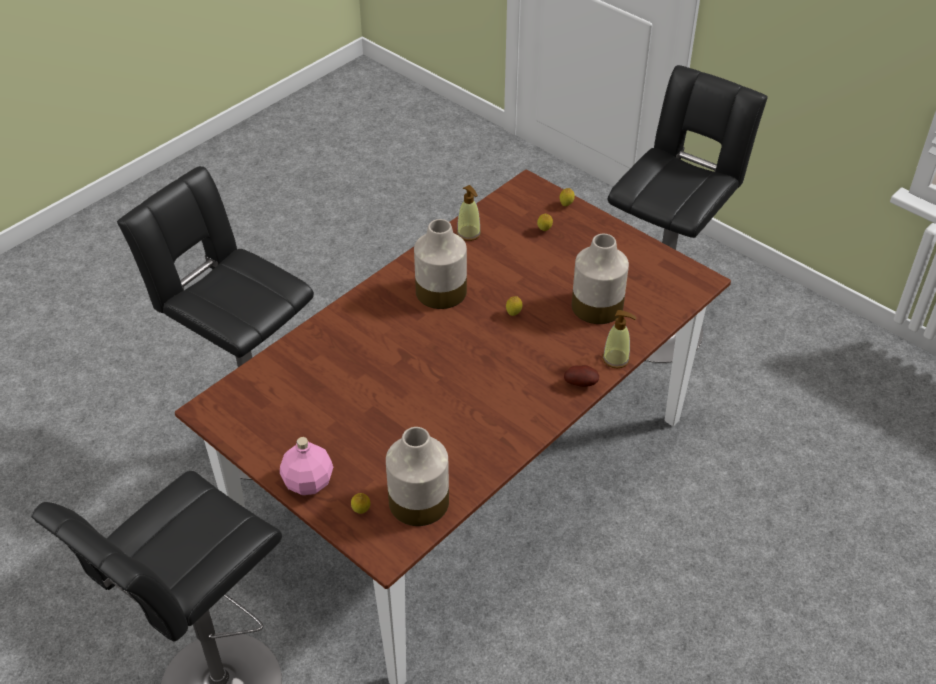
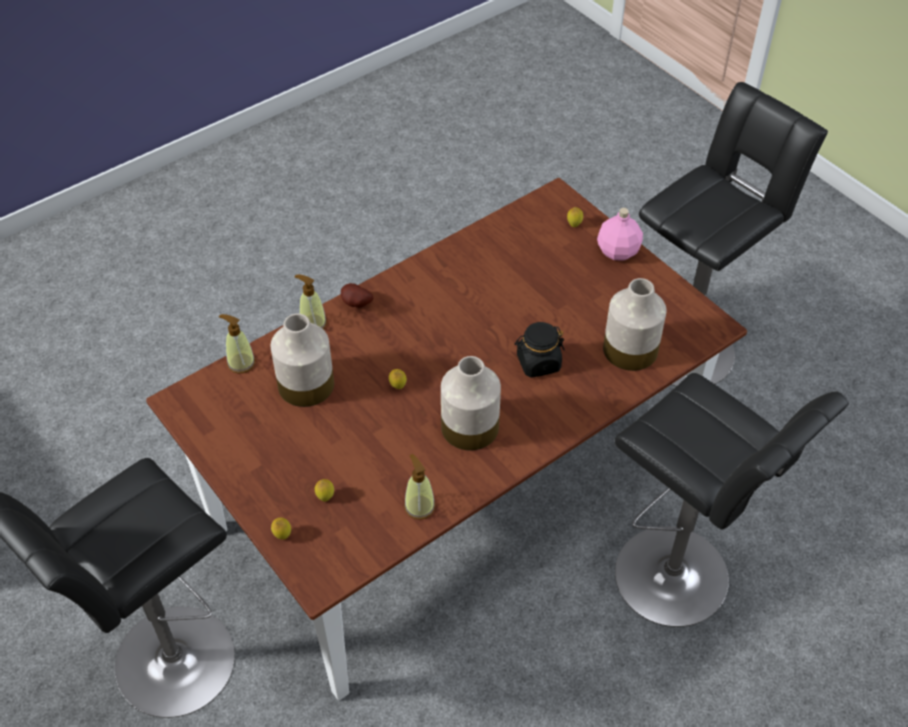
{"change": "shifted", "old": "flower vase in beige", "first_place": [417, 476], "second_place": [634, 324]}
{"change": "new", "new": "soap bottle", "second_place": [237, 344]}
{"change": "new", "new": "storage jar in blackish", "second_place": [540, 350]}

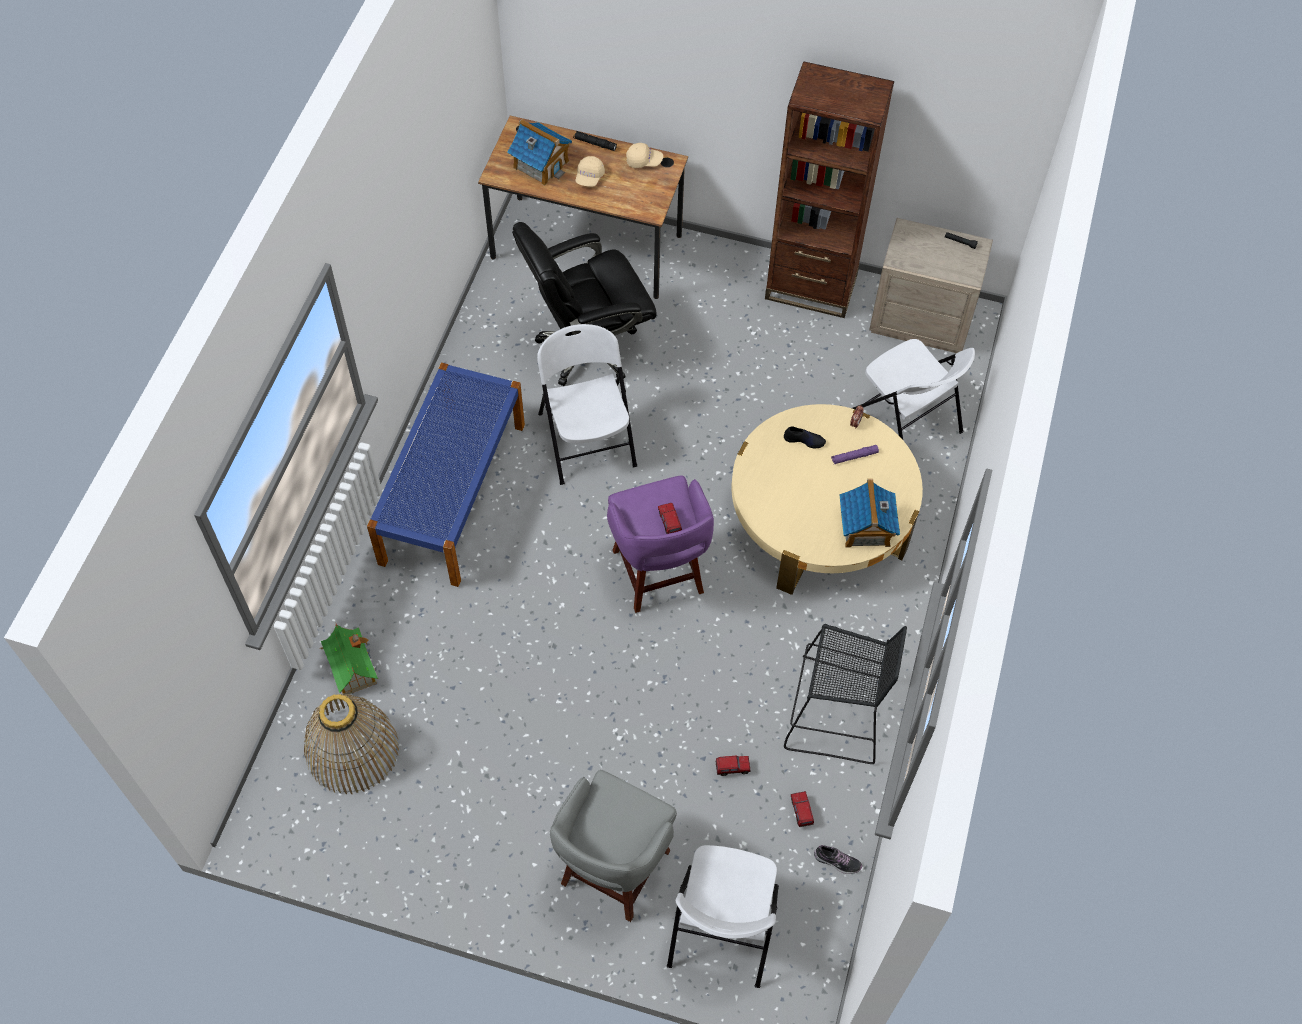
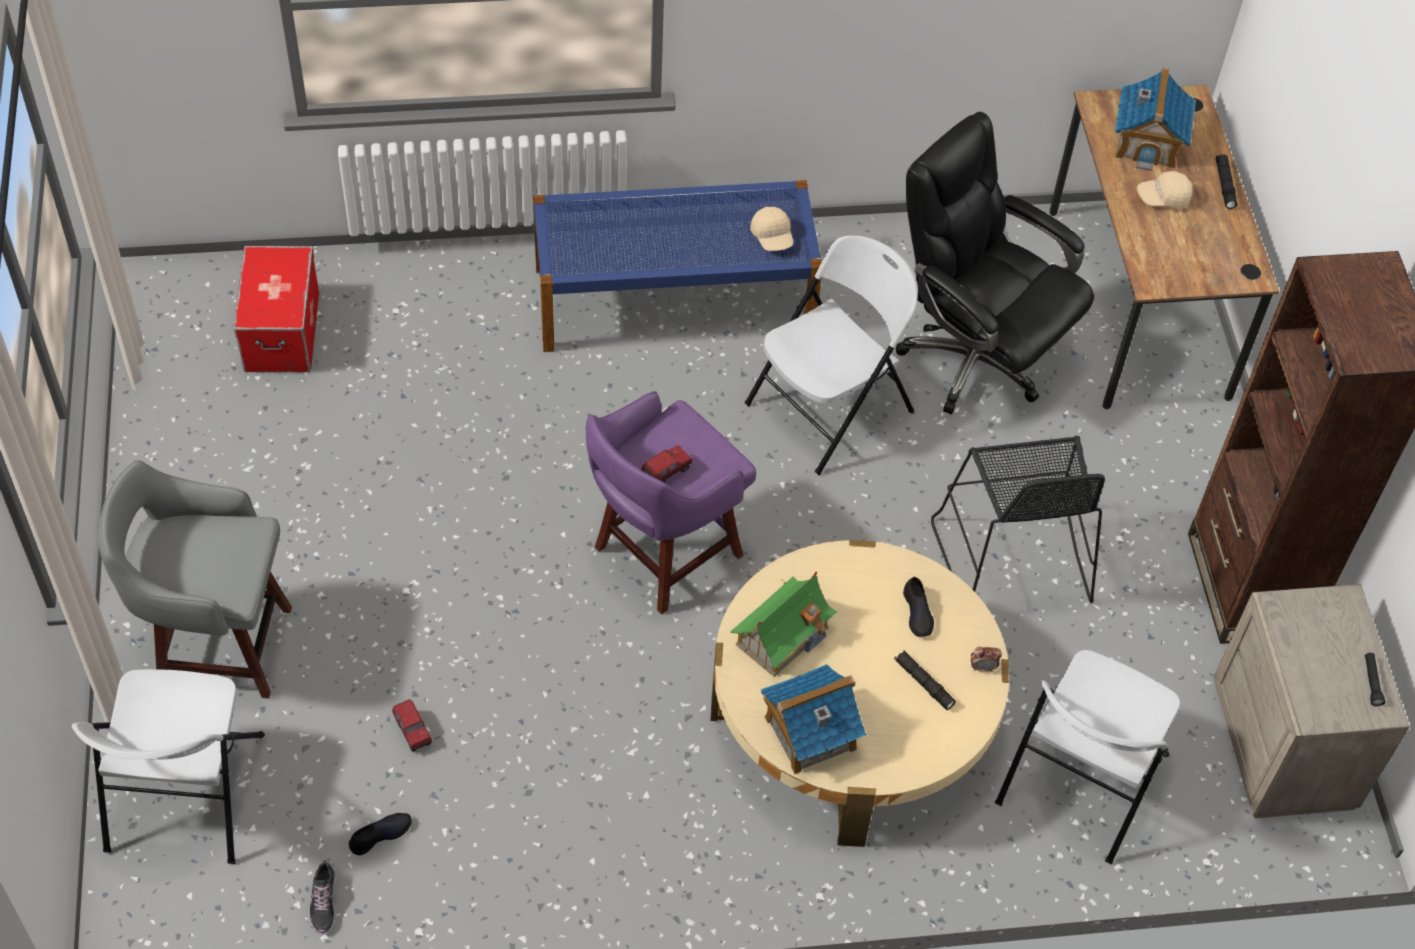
{"change": "swapped", "old": "household basket", "new": "storage bin", "first_place": [351, 744], "second_place": [276, 309]}
{"change": "shifted", "old": "miniature house", "first_place": [348, 659], "second_place": [783, 624]}
{"change": "shifted", "old": "baseball cap in beige", "first_place": [644, 155], "second_place": [771, 229]}
{"change": "rotated", "old": "upright chair in white", "first_place": [723, 916], "second_place": [168, 766], "degrees": -75}
{"change": "shifted", "old": "sitting stool in blackish", "first_place": [845, 694], "second_place": [1018, 519]}
{"change": "swapped", "old": "toy truck", "new": "shoe in blackish", "first_place": [802, 809], "second_place": [380, 834]}
{"change": "repainted", "old": "torch in purple-coloured", "new": "torch in blackish", "first_place": [855, 454], "second_place": [925, 680]}

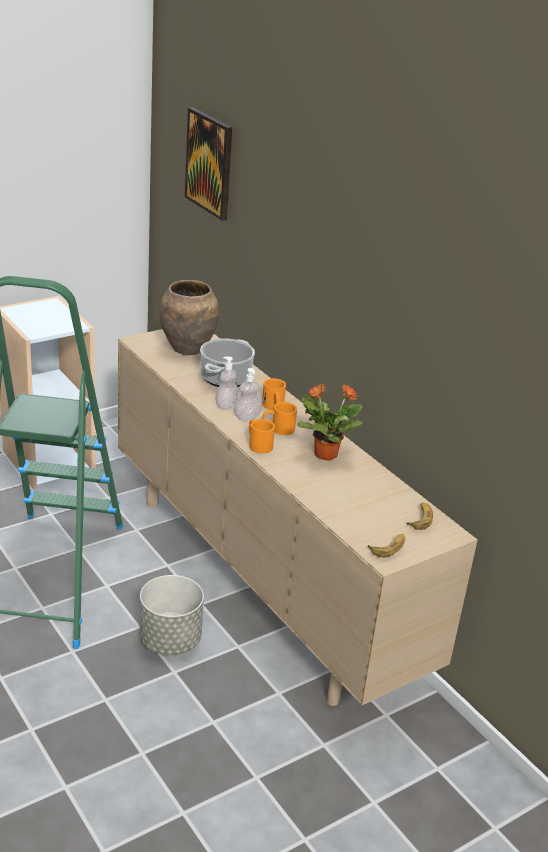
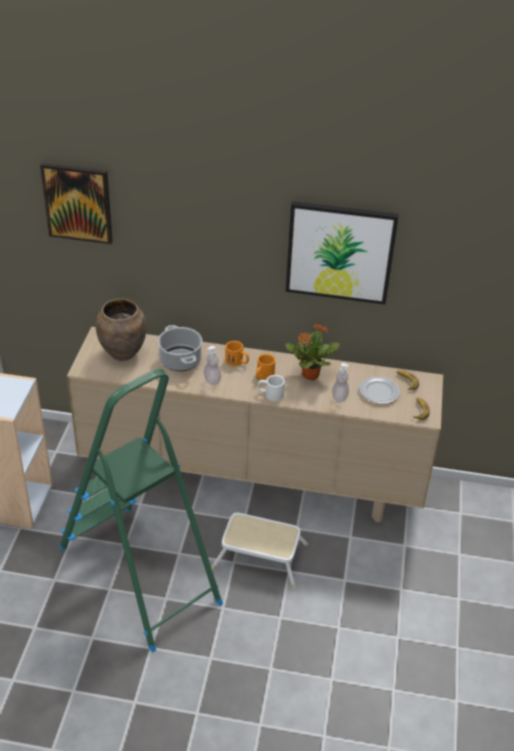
{"change": "swapped", "old": "planter in greyish", "new": "step stool in beige", "first_place": [171, 615], "second_place": [260, 551]}
{"change": "shifted", "old": "soap bottle", "first_place": [247, 394], "second_place": [340, 382]}
{"change": "repainted", "old": "tea mug in orangey", "new": "tea mug in white", "first_place": [262, 436], "second_place": [271, 388]}
{"change": "new", "new": "picture", "second_place": [342, 253]}
{"change": "new", "new": "dinner plate", "second_place": [379, 390]}

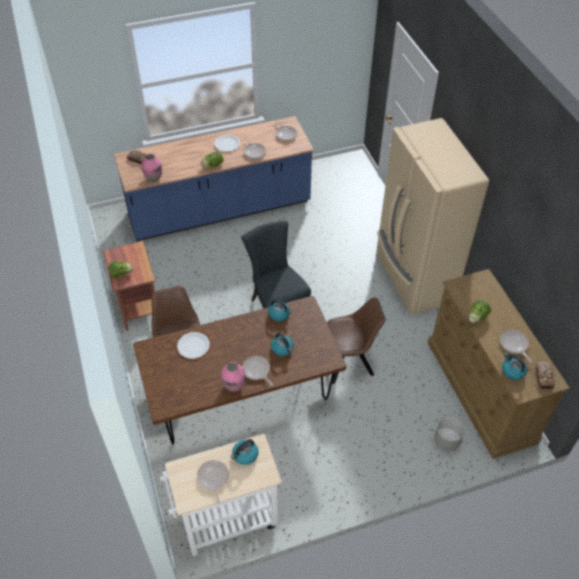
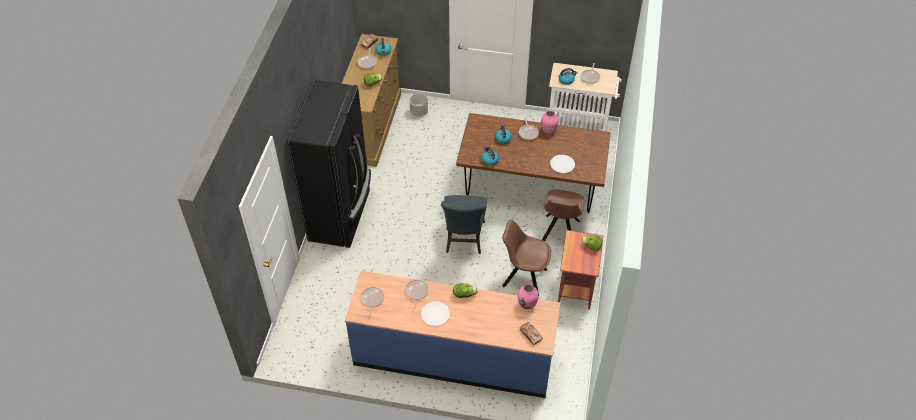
{"change": "shifted", "old": "upright chair in brownish", "first_place": [356, 340], "second_place": [526, 258]}
{"change": "repainted", "old": "refrigerator in beige", "new": "refrigerator in blackish", "first_place": [432, 216], "second_place": [329, 164]}

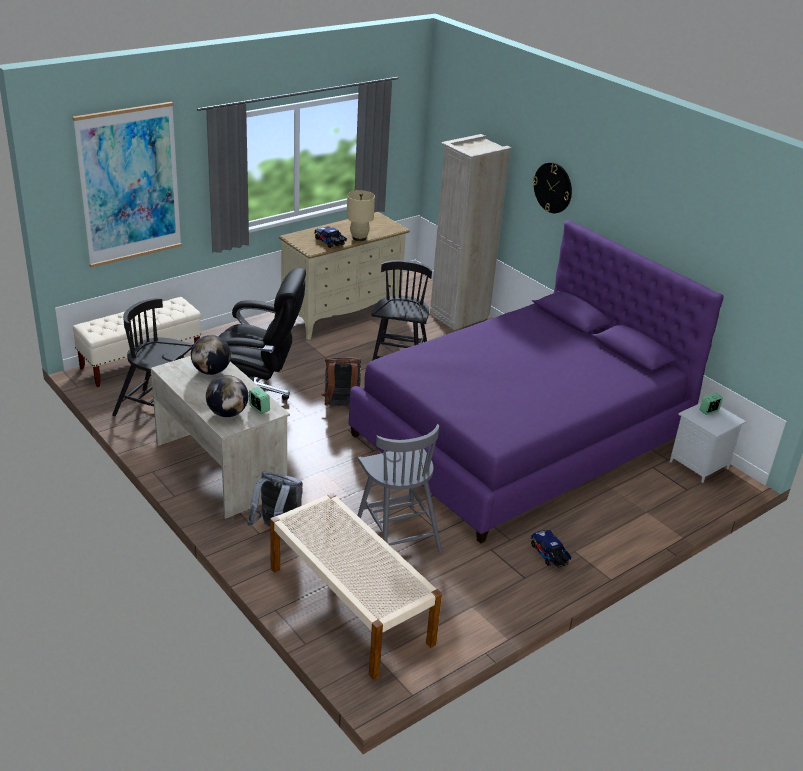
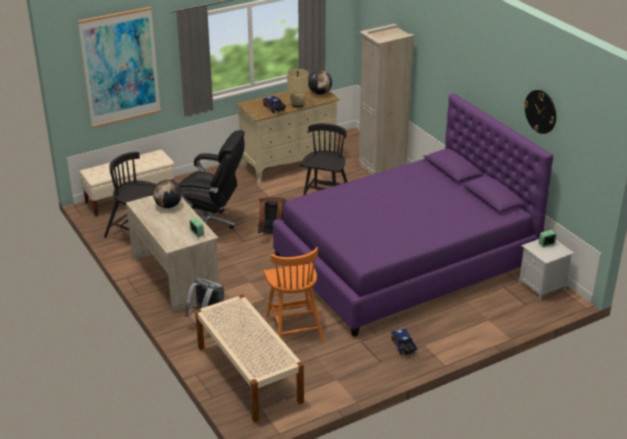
{"change": "shifted", "old": "globe", "first_place": [227, 396], "second_place": [320, 82]}
{"change": "repainted", "old": "upright chair in greyish", "new": "upright chair in orangey", "first_place": [399, 494], "second_place": [293, 294]}
{"change": "shifted", "old": "clock on the wall", "first_place": [552, 187], "second_place": [540, 112]}

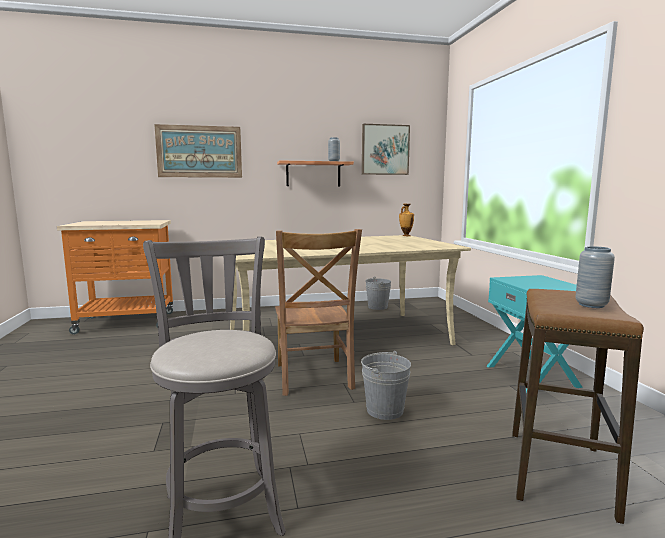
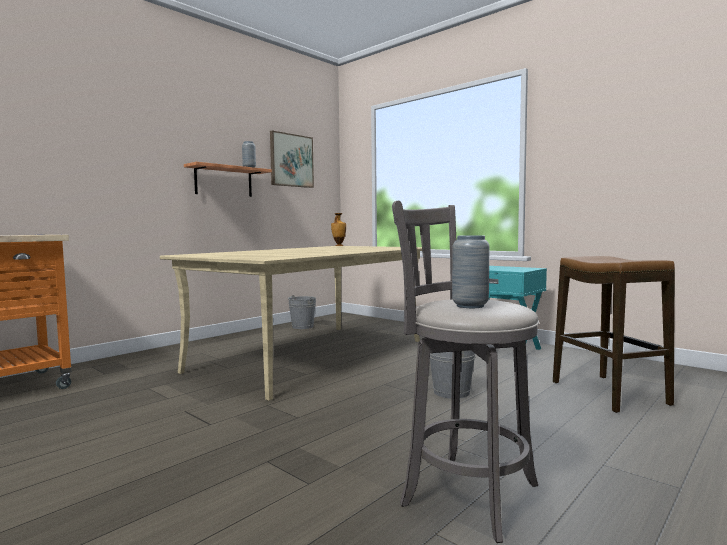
{"change": "gone", "old": "picture", "first_place": [198, 151]}
{"change": "gone", "old": "upright chair in brownish", "first_place": [318, 312]}
{"change": "shifted", "old": "flower vase in greyish", "first_place": [595, 277], "second_place": [470, 271]}

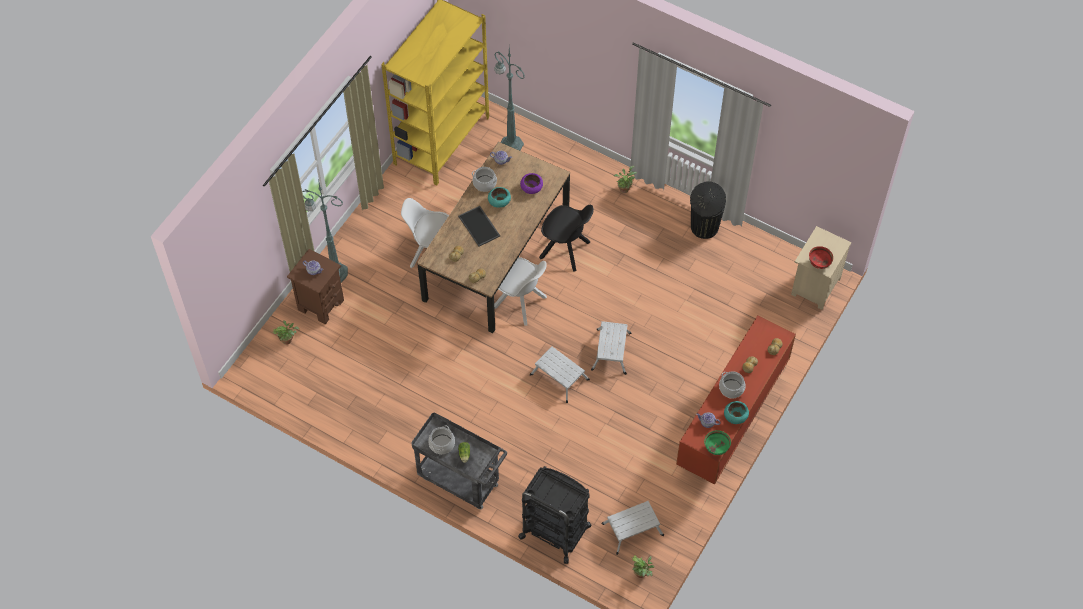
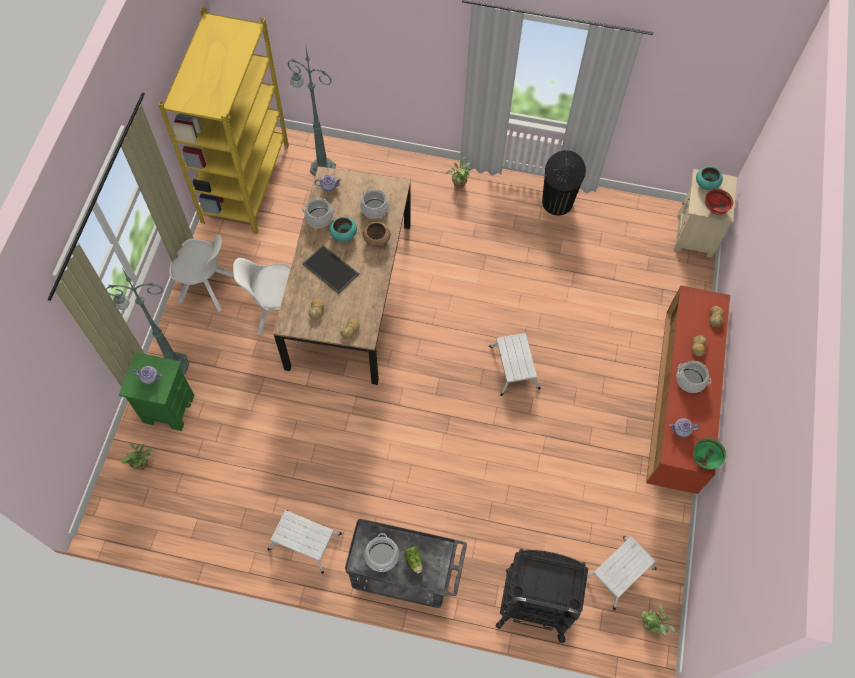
{"change": "repainted", "old": "nightstand in brownish", "new": "nightstand in greenish", "first_place": [315, 287], "second_place": [156, 391]}
{"change": "shifted", "old": "upright chair in white", "first_place": [520, 291], "second_place": [201, 273]}
{"change": "swapped", "old": "serving bowl in purple-coloured", "new": "saucepot", "first_place": [531, 183], "second_place": [374, 204]}
{"change": "shifted", "old": "step stool in white", "first_place": [560, 374], "second_place": [305, 542]}
{"change": "gone", "old": "upright chair in blackish", "first_place": [566, 238]}
{"change": "shifted", "old": "serving bowl in turquoise", "first_place": [736, 412], "second_place": [709, 178]}
{"change": "new", "new": "serving bowl in brownish", "second_place": [376, 234]}

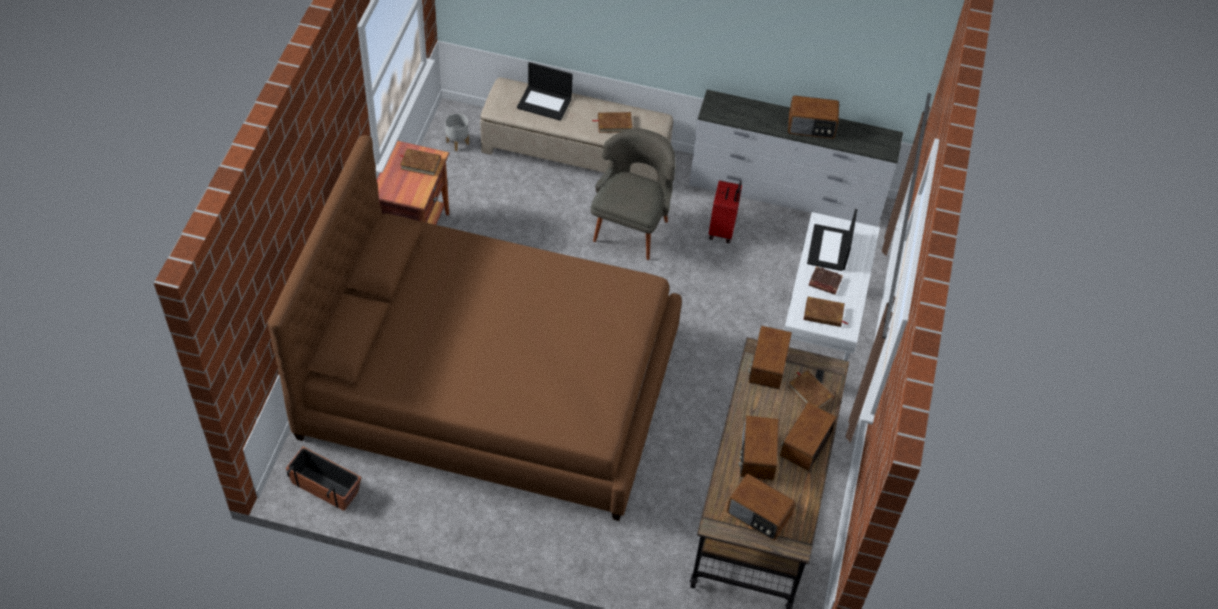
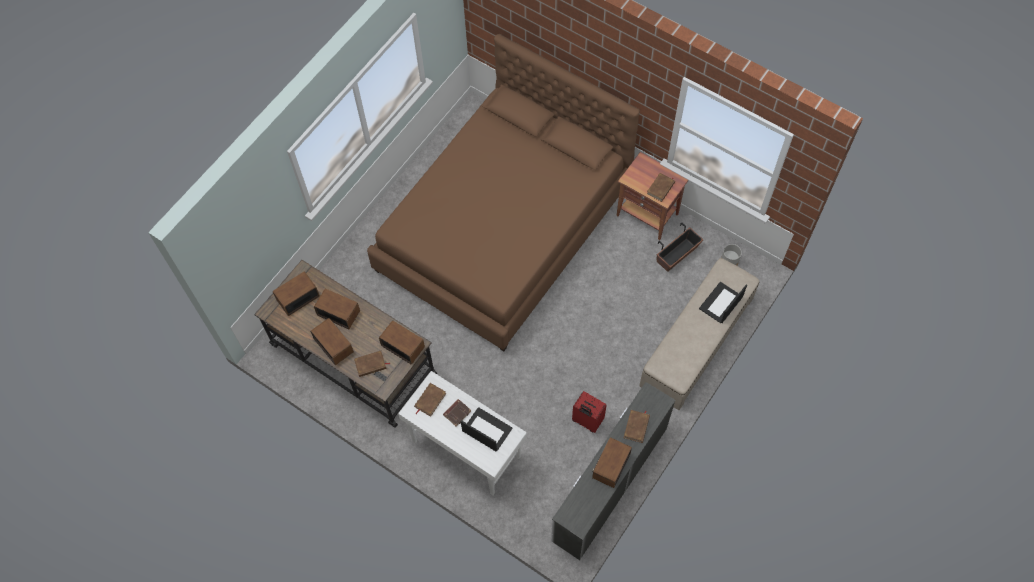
{"change": "shifted", "old": "planter", "first_place": [323, 479], "second_place": [680, 247]}
{"change": "gone", "old": "upright chair in greyish", "first_place": [633, 194]}
{"change": "shifted", "old": "book in brownish", "first_place": [612, 122], "second_place": [637, 426]}

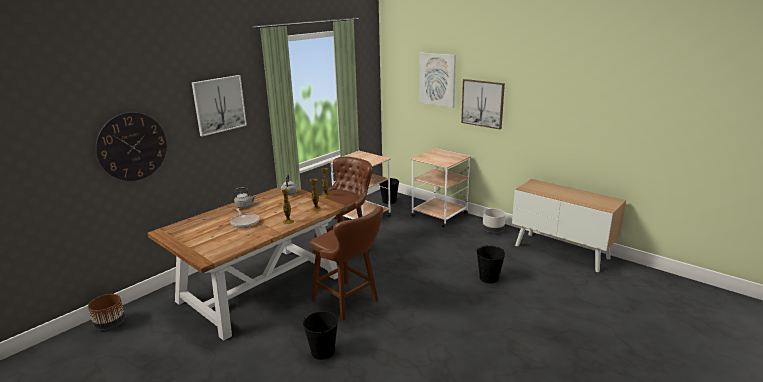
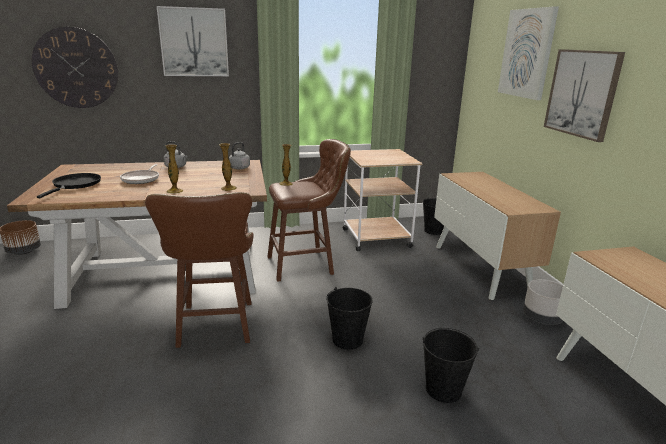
{"change": "shifted", "old": "bucket in blackish", "first_place": [320, 335], "second_place": [349, 318]}
{"change": "swapped", "old": "wheeled cart in beige", "new": "cupboard", "first_place": [440, 187], "second_place": [497, 236]}
{"change": "new", "new": "skillet in blackish", "second_place": [69, 185]}

